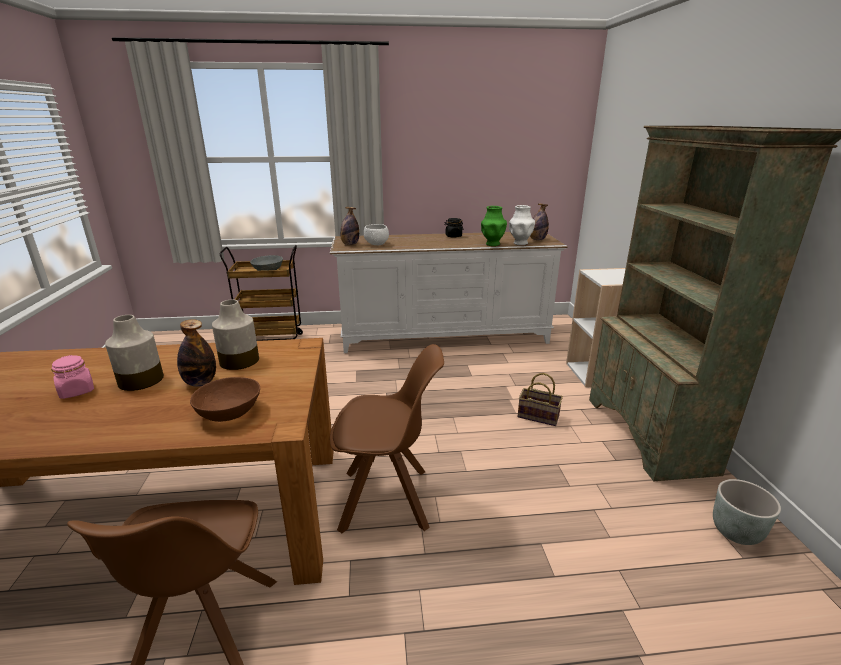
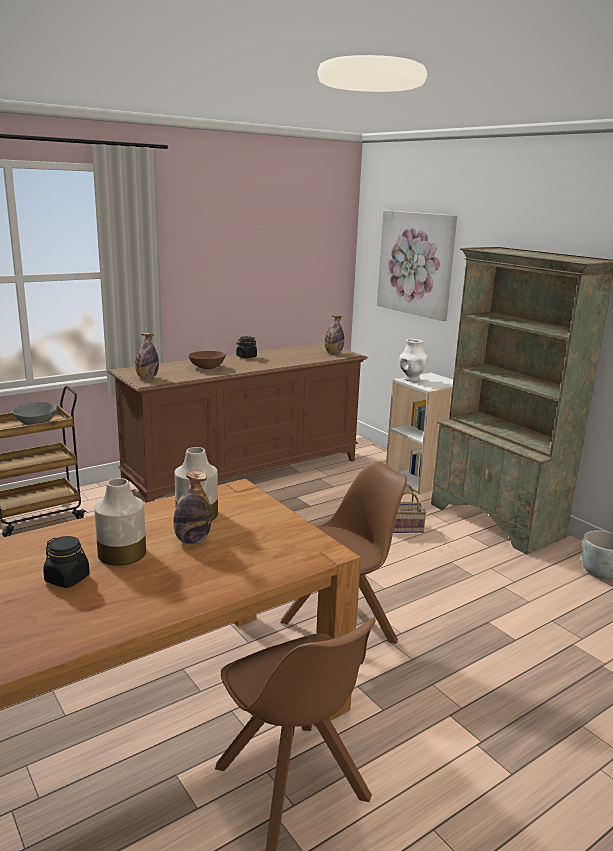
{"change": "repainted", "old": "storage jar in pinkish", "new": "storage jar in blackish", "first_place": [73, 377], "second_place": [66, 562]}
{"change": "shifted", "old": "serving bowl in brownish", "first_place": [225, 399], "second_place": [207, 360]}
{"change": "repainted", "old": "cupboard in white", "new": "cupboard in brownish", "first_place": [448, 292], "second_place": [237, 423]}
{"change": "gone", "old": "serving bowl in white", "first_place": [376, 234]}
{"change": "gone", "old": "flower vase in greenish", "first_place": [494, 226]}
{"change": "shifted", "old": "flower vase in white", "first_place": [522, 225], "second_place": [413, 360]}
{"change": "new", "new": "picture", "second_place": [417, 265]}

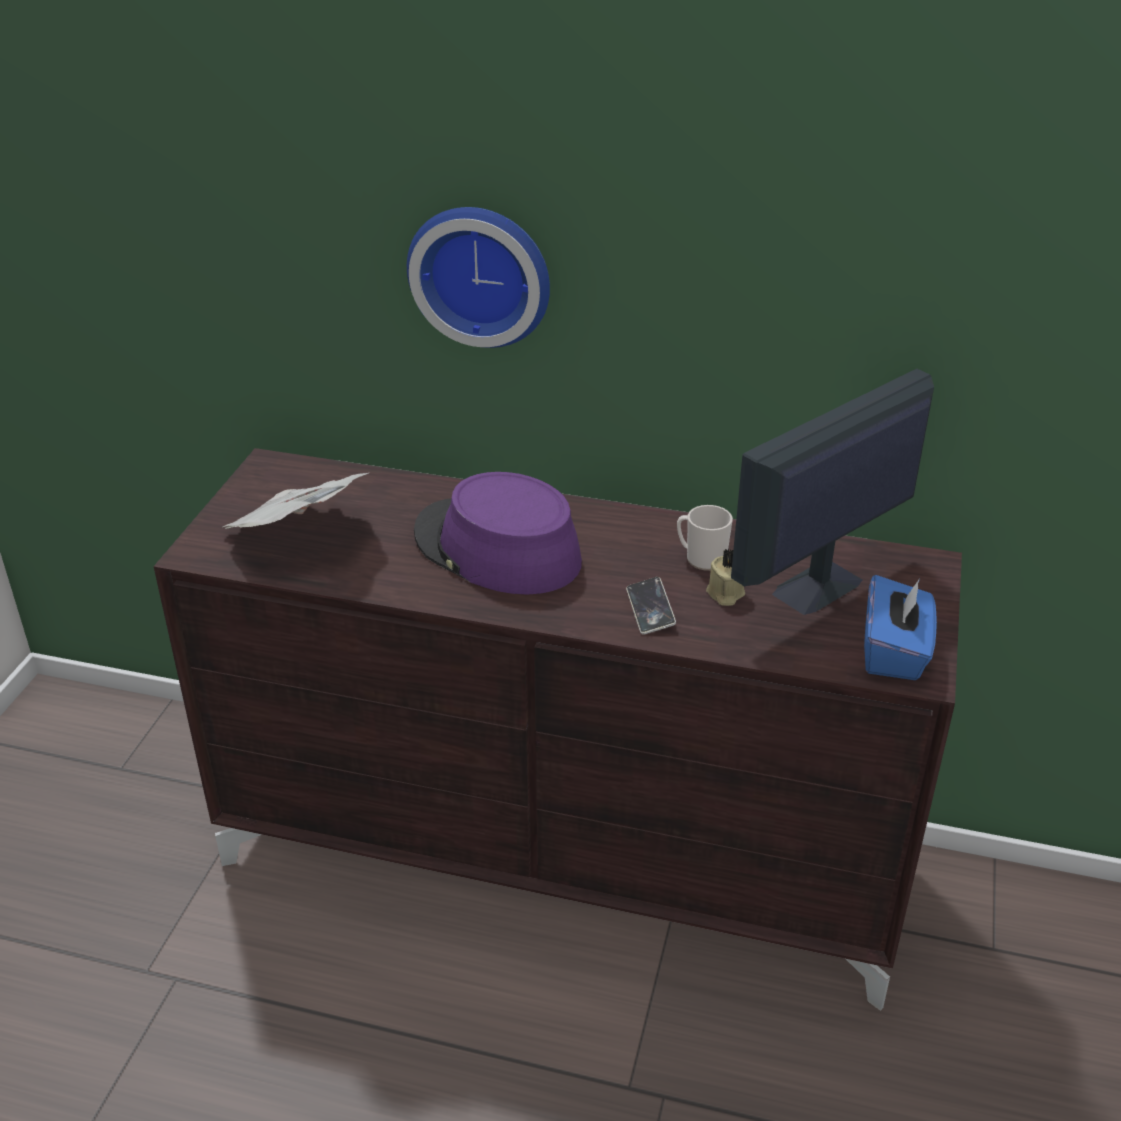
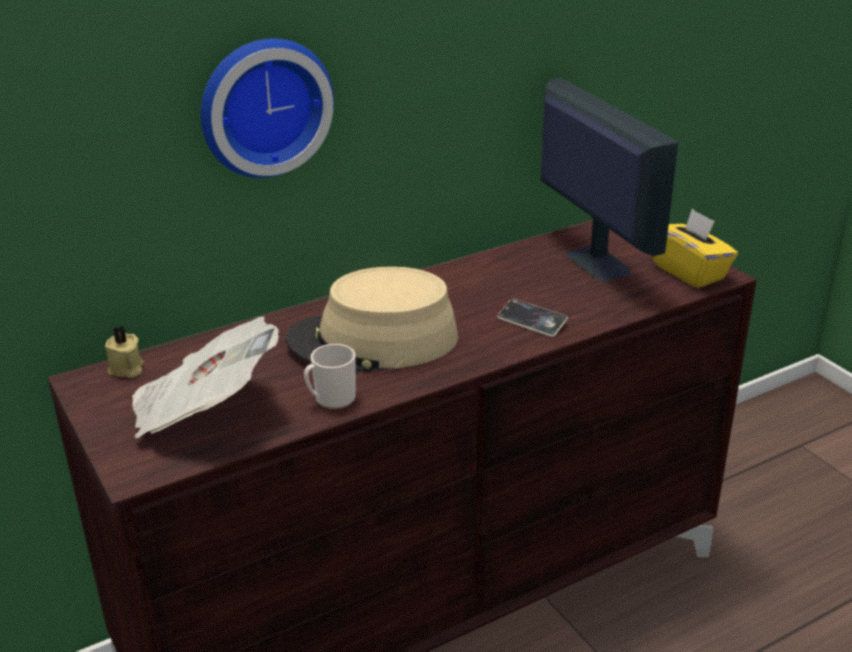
{"change": "repainted", "old": "wearable hat in purple-coloured", "new": "wearable hat in beige", "first_place": [498, 533], "second_place": [372, 319]}
{"change": "shifted", "old": "tea mug", "first_place": [704, 538], "second_place": [330, 376]}
{"change": "shifted", "old": "wax light in beige", "first_place": [725, 577], "second_place": [124, 352]}
{"change": "rotated", "old": "monitor", "first_place": [832, 492], "second_place": [609, 180], "degrees": 150}
{"change": "repainted", "old": "tissue box in blue-coloured", "new": "tissue box in yellowish", "first_place": [900, 627], "second_place": [695, 248]}

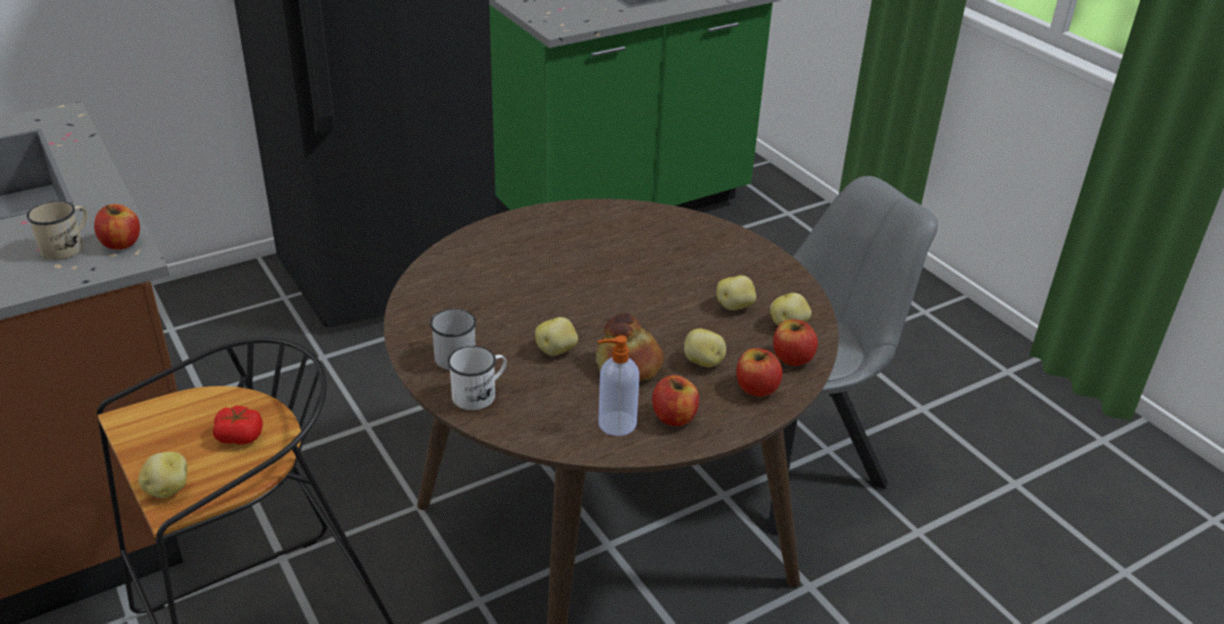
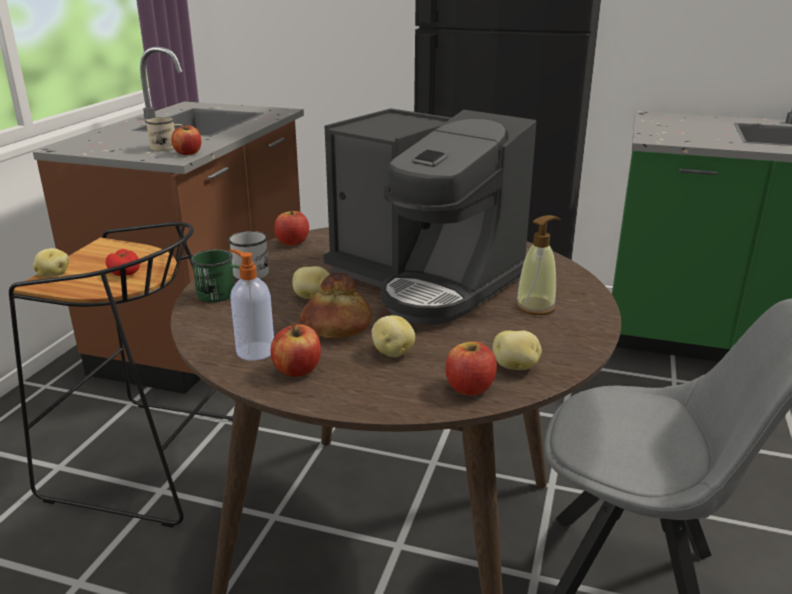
{"change": "repainted", "old": "tea mug in white", "new": "tea mug in greenish", "first_place": [477, 378], "second_place": [215, 275]}
{"change": "gone", "old": "potato", "first_place": [736, 292]}
{"change": "shifted", "old": "apple fruit", "first_place": [759, 372], "second_place": [291, 228]}
{"change": "new", "new": "coffee maker", "second_place": [430, 216]}
{"change": "new", "new": "soap bottle", "second_place": [538, 265]}

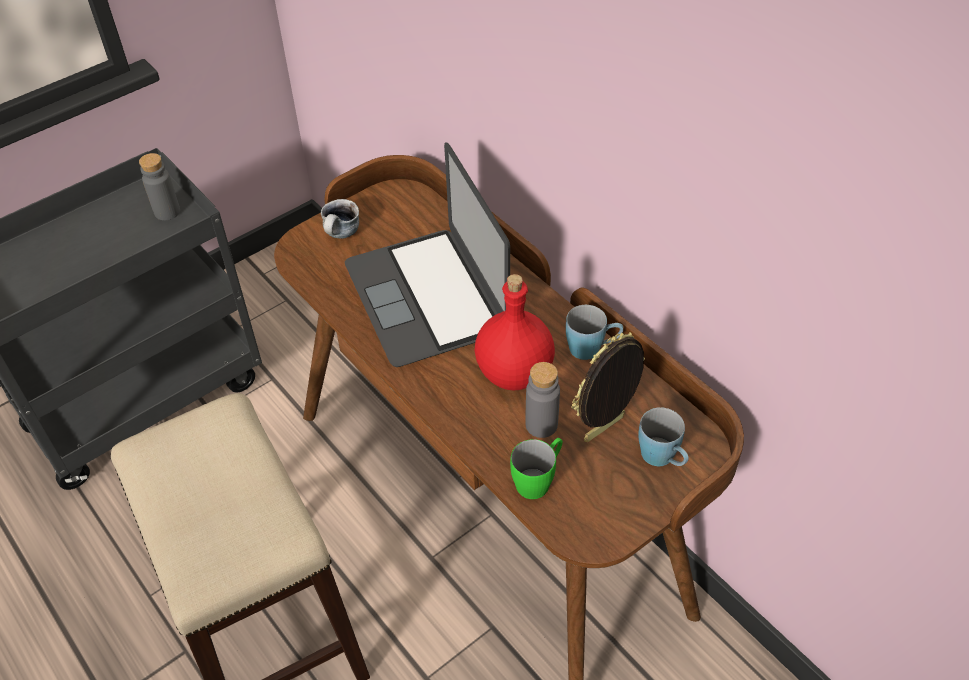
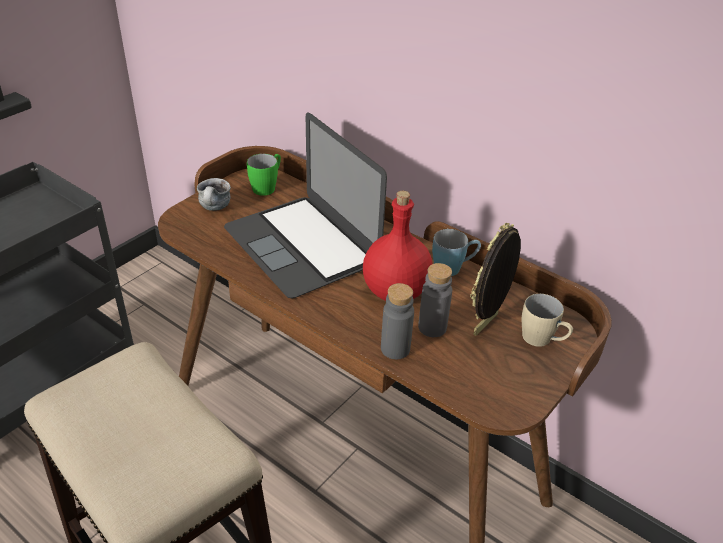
{"change": "shifted", "old": "beverage bottle in greyish", "first_place": [159, 186], "second_place": [397, 321]}
{"change": "shifted", "old": "tea mug in greenish", "first_place": [536, 468], "second_place": [264, 175]}
{"change": "repainted", "old": "tea mug in blue-coloured", "new": "tea mug in beige", "first_place": [664, 436], "second_place": [547, 320]}

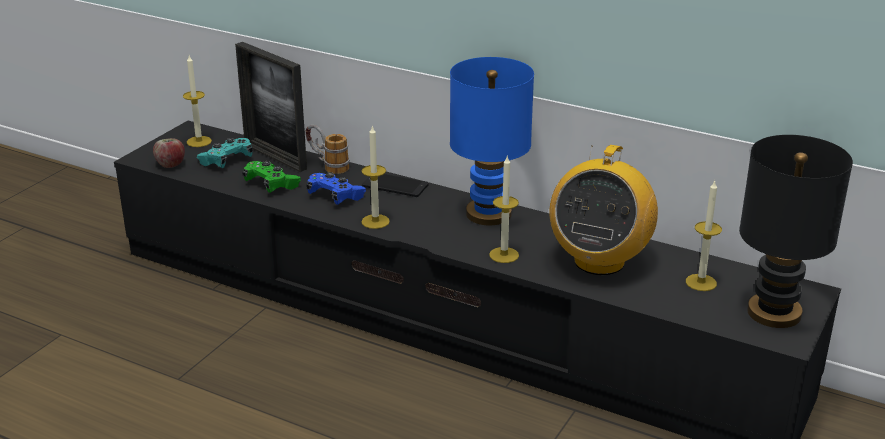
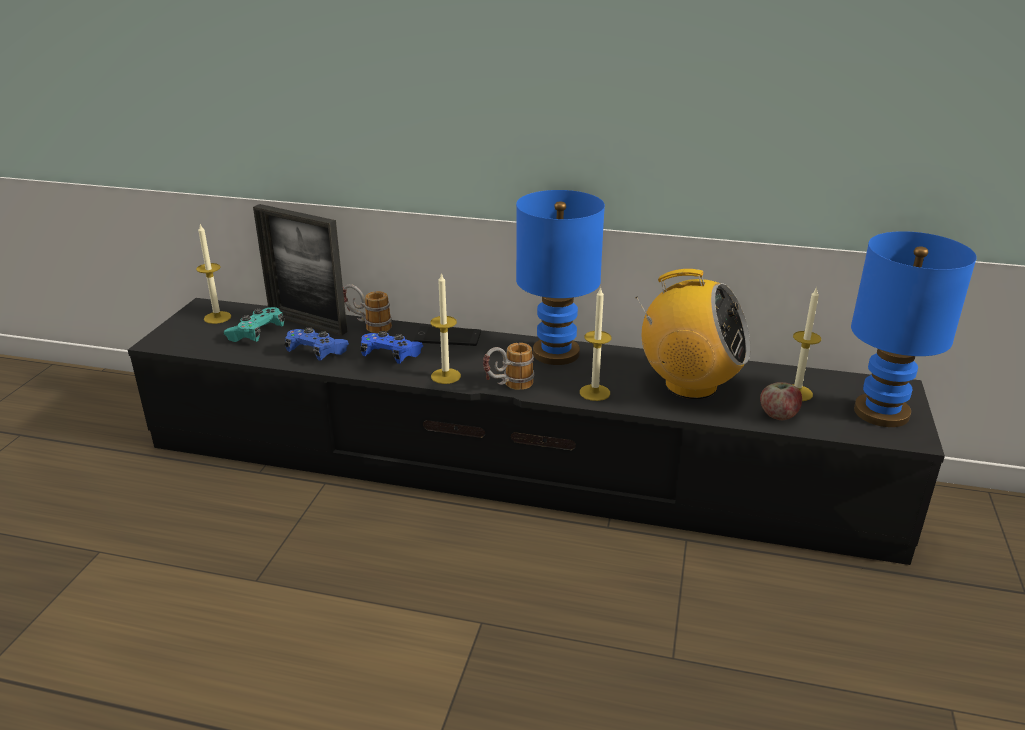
{"change": "shifted", "old": "apple fruit", "first_place": [169, 153], "second_place": [781, 401]}
{"change": "repainted", "old": "game controller in greenish", "new": "game controller in blue-coloured", "first_place": [271, 177], "second_place": [316, 344]}
{"change": "rotated", "old": "radio", "first_place": [603, 210], "second_place": [693, 334], "degrees": -75}
{"change": "repainted", "old": "lamp for a table in blackish", "new": "lamp for a table in blue-coloured", "first_place": [796, 231], "second_place": [914, 329]}
{"change": "new", "new": "tea mug", "second_place": [508, 366]}

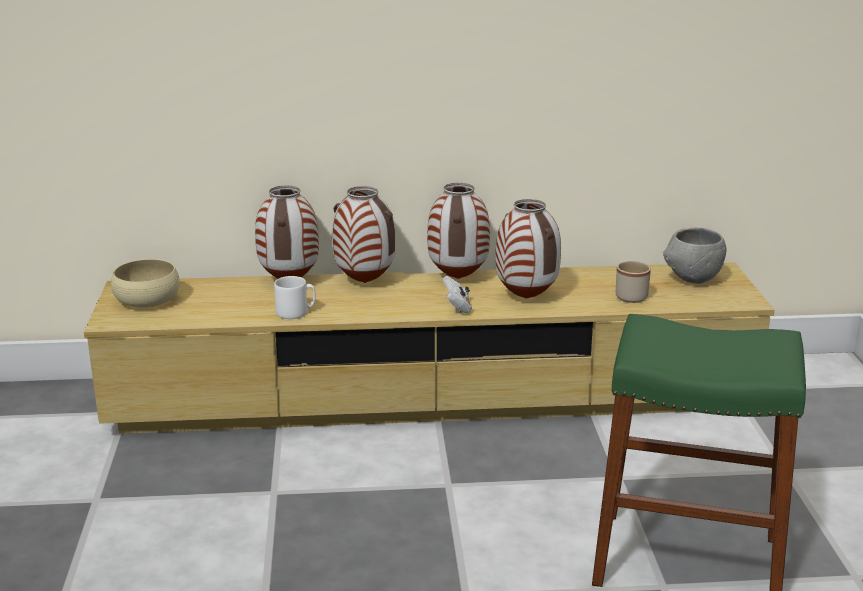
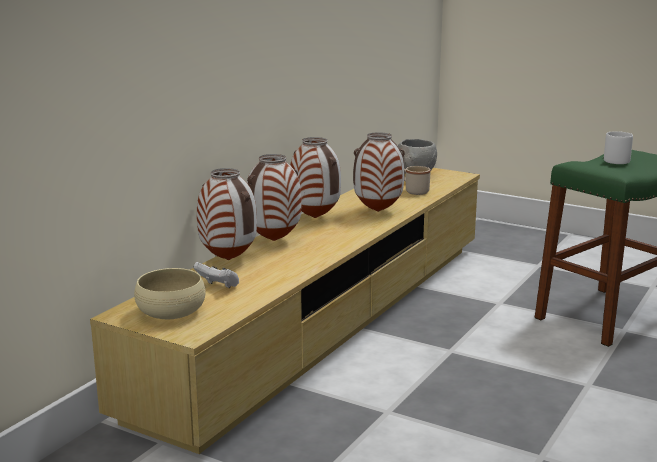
{"change": "shifted", "old": "tea mug in white", "first_place": [295, 297], "second_place": [618, 147]}
{"change": "shifted", "old": "game controller in white", "first_place": [457, 294], "second_place": [216, 275]}

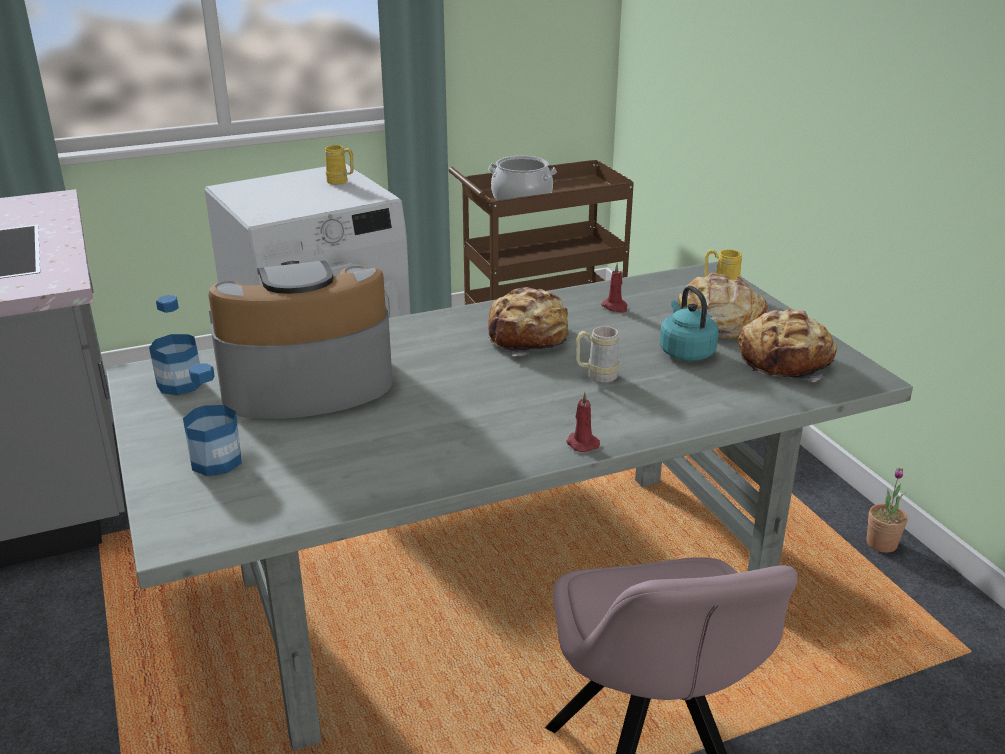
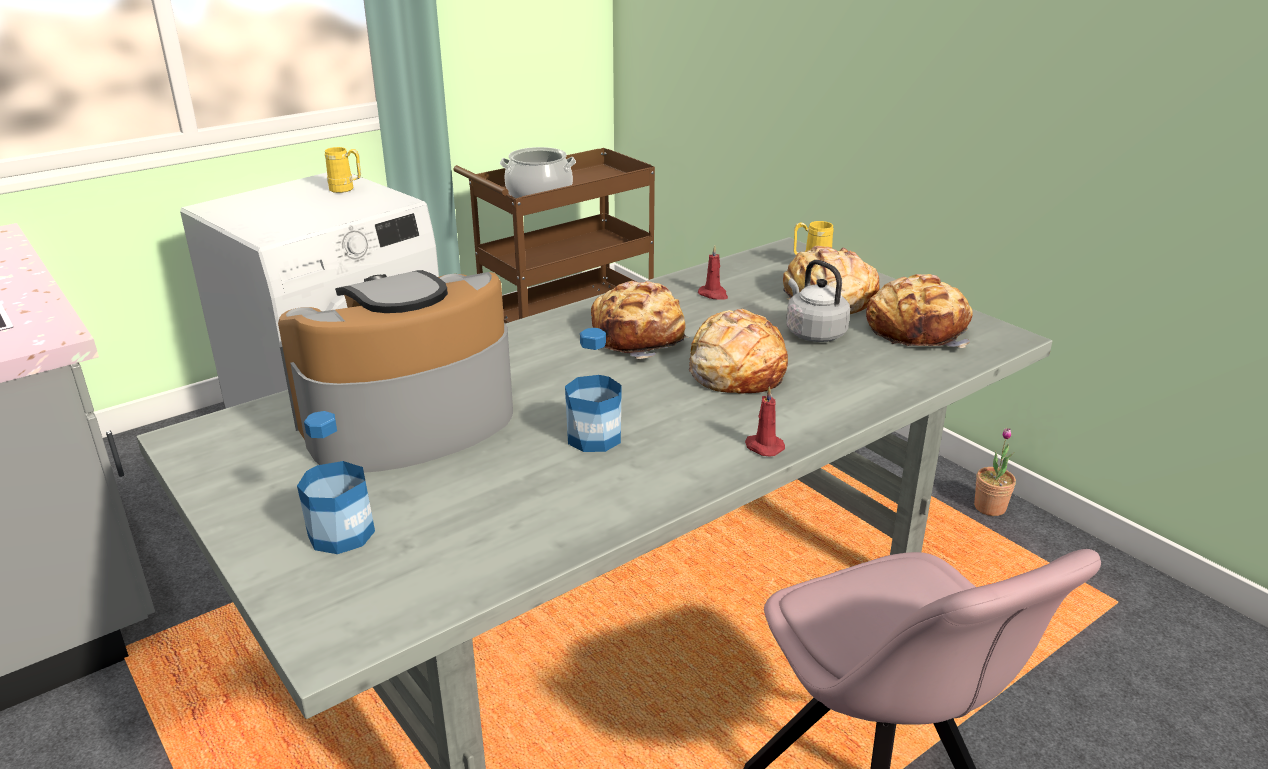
{"change": "shifted", "old": "beverage bottle", "first_place": [175, 345], "second_place": [593, 390]}
{"change": "swapped", "old": "tea mug in beige", "new": "bread", "first_place": [597, 354], "second_place": [738, 351]}
{"change": "repainted", "old": "kettle in turquoise", "new": "kettle in greyish", "first_place": [689, 323], "second_place": [818, 301]}

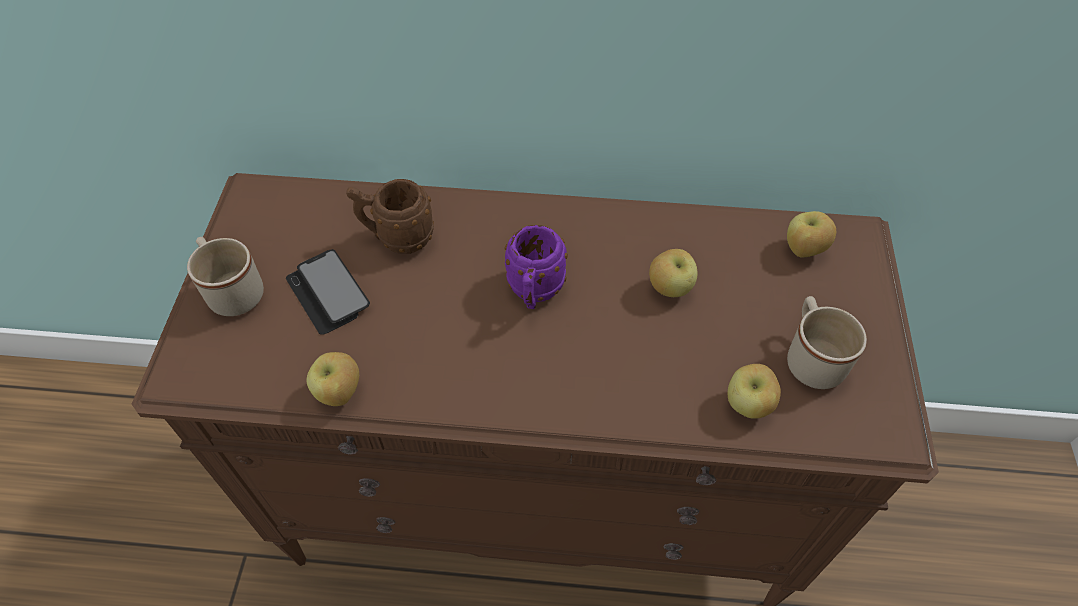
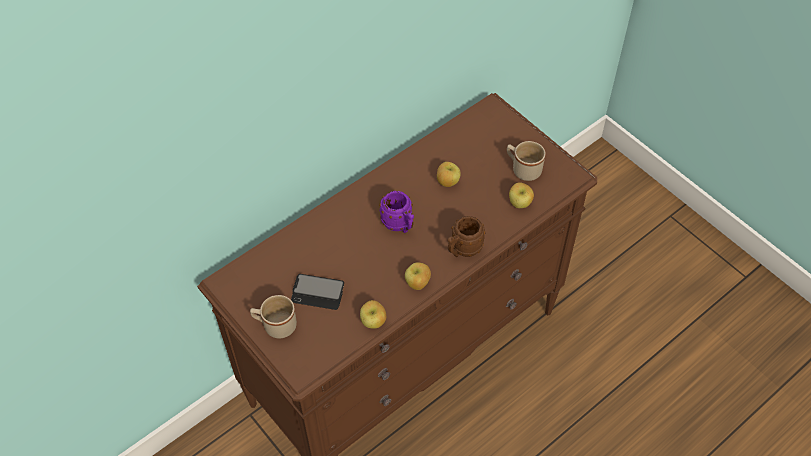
{"change": "shifted", "old": "tea mug in brownish", "first_place": [390, 216], "second_place": [466, 236]}
{"change": "shifted", "old": "apple fruit", "first_place": [811, 234], "second_place": [418, 276]}

